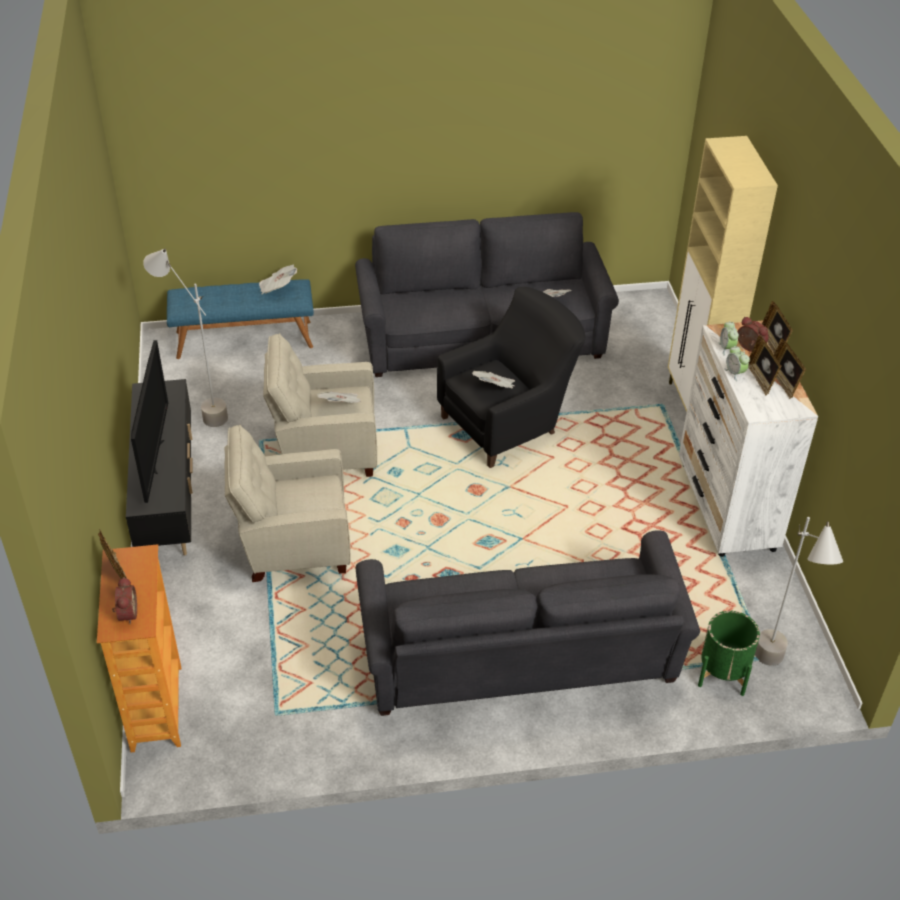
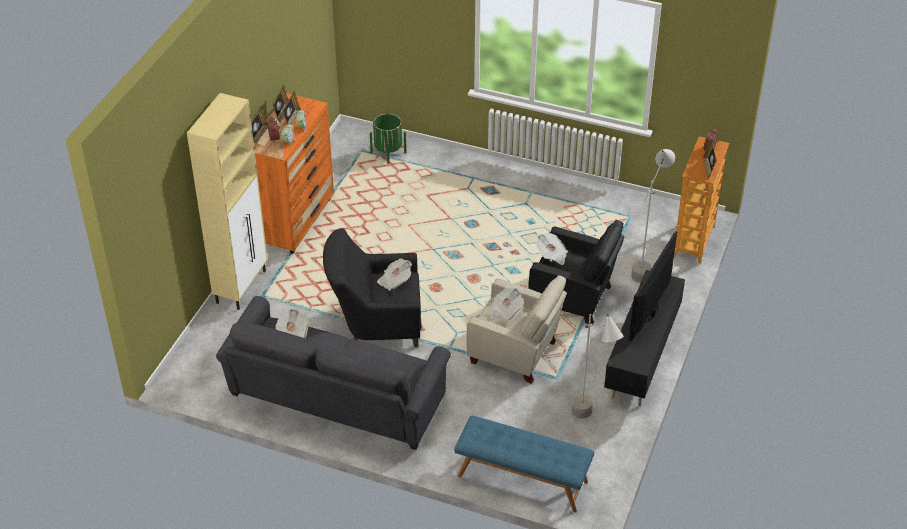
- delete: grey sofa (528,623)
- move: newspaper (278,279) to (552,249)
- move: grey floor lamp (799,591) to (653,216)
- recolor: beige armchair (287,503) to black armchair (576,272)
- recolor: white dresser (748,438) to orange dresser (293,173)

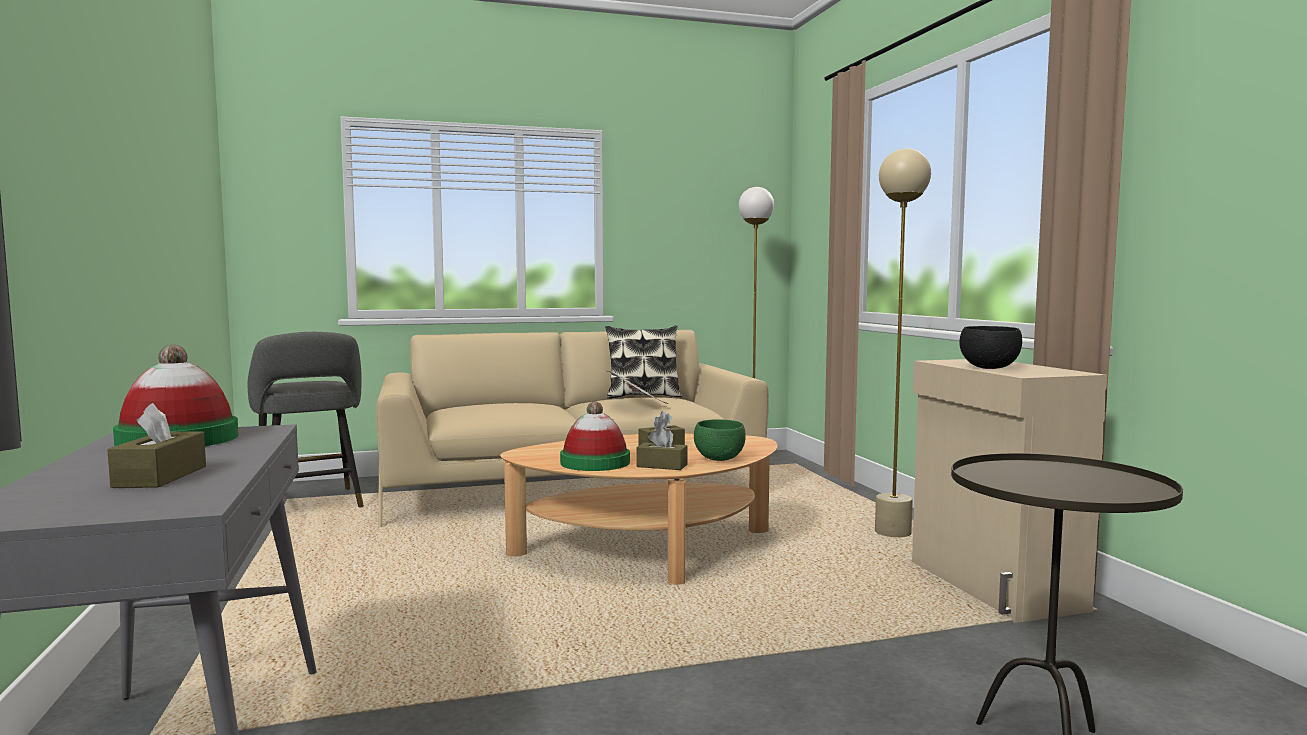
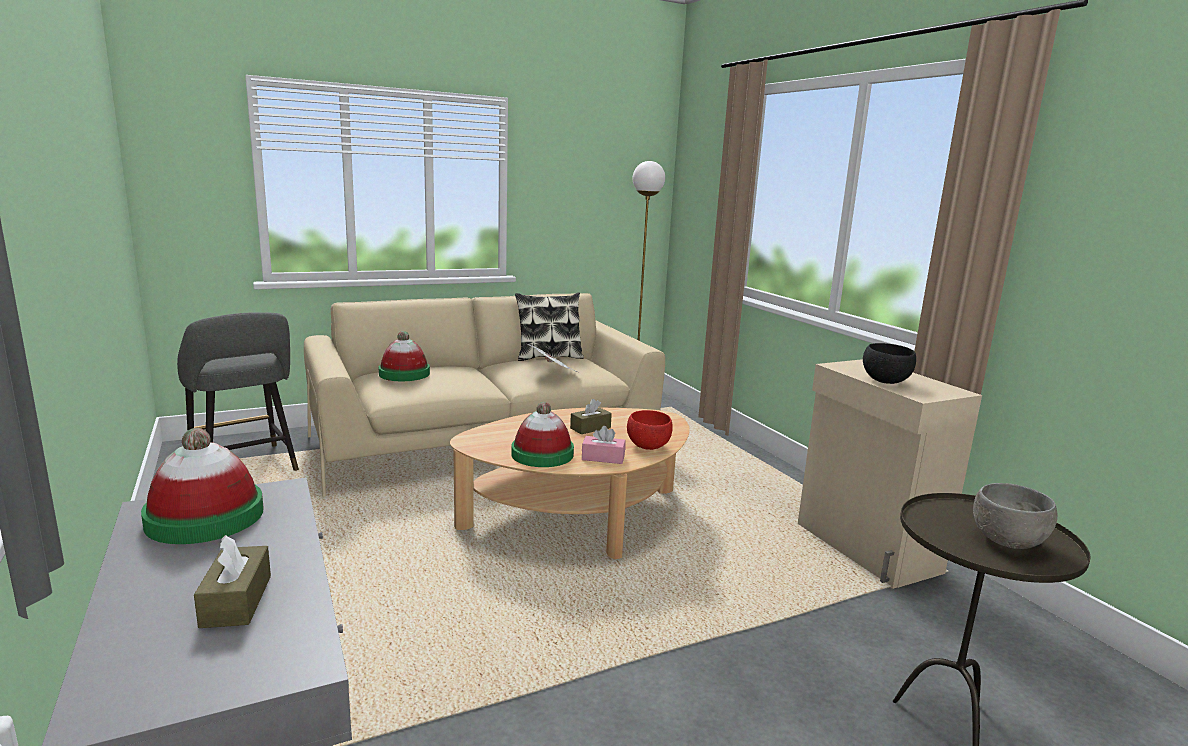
- delete: beige floor lamp (903,342)
- insert: hat (404,356)
- insert: grey bowl (1015,516)
- recolor: brown tissue box (662,448) to pink tissue box (604,445)
- recolor: green bowl (720,440) to red bowl (650,430)

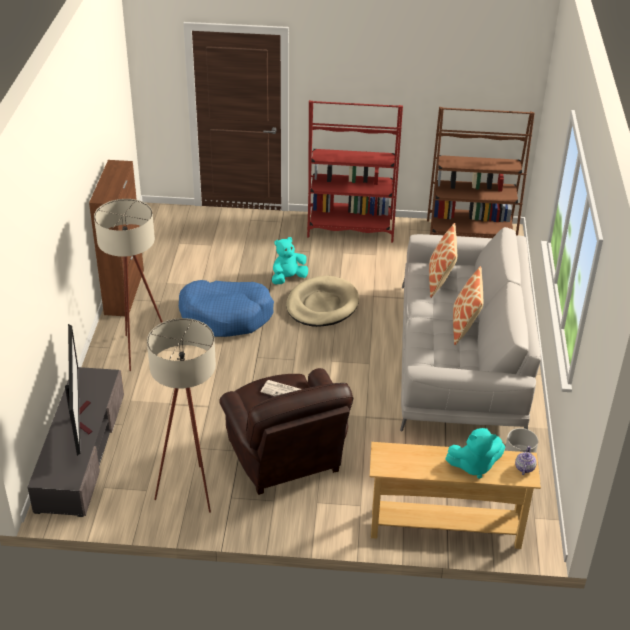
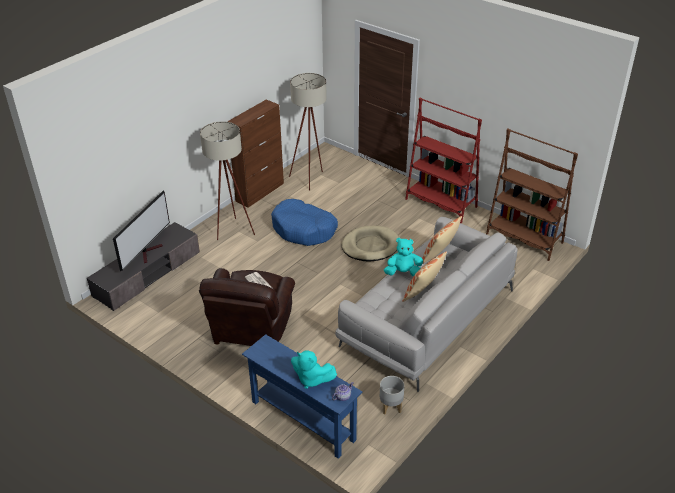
- move: beige floor lamp (181,415) to (308,132)
- move: turquoise plush toy (290,261) to (403,257)
- recolor: beige console table (455,495) to blue console table (302,396)

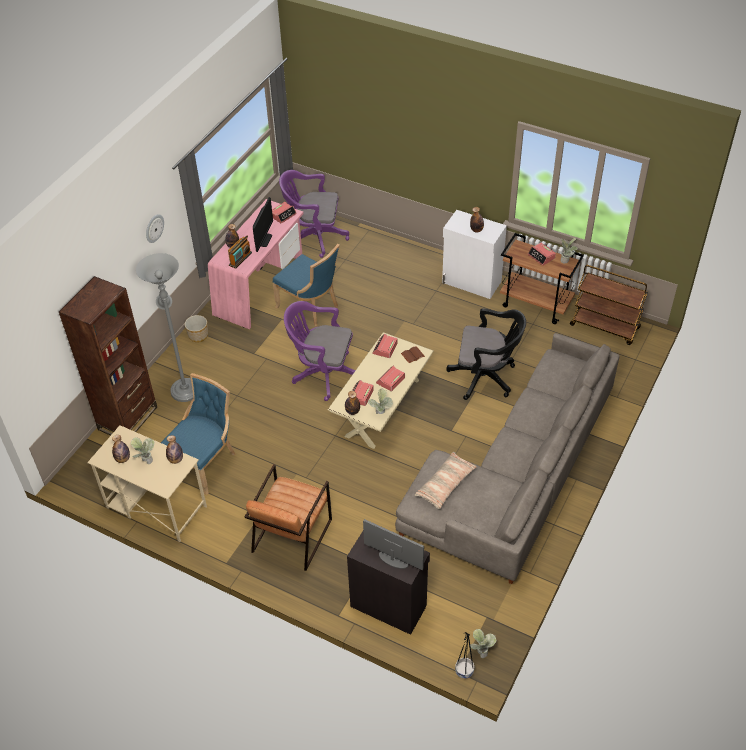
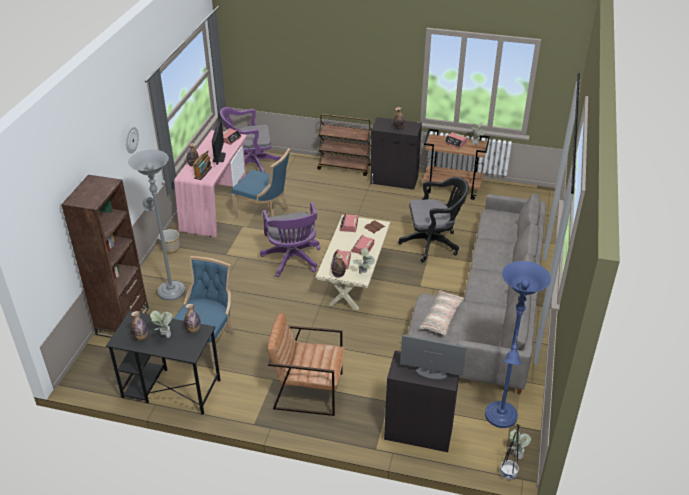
- insert: blue floor lamp (518,344)
- move: brown cart (609,305) to (344,145)
- recolor: beige desk (147,483) to black desk (163,363)
- recolor: white cabinet (474,254) to black cabinet (396,153)
- rotate: brown armchair (288,517) = (305,364) 90 degrees clockwise
- rotate: purple office chair (320,351) = (290,239) 105 degrees counterclockwise

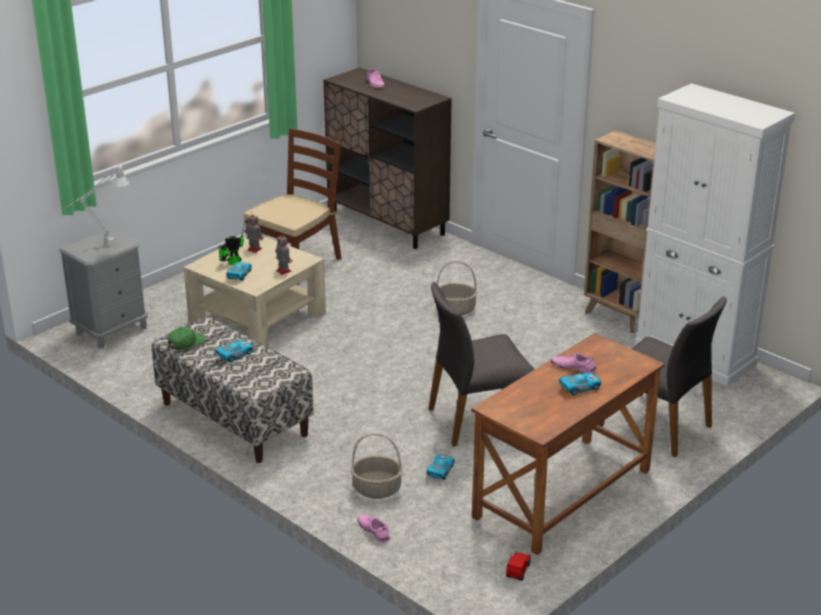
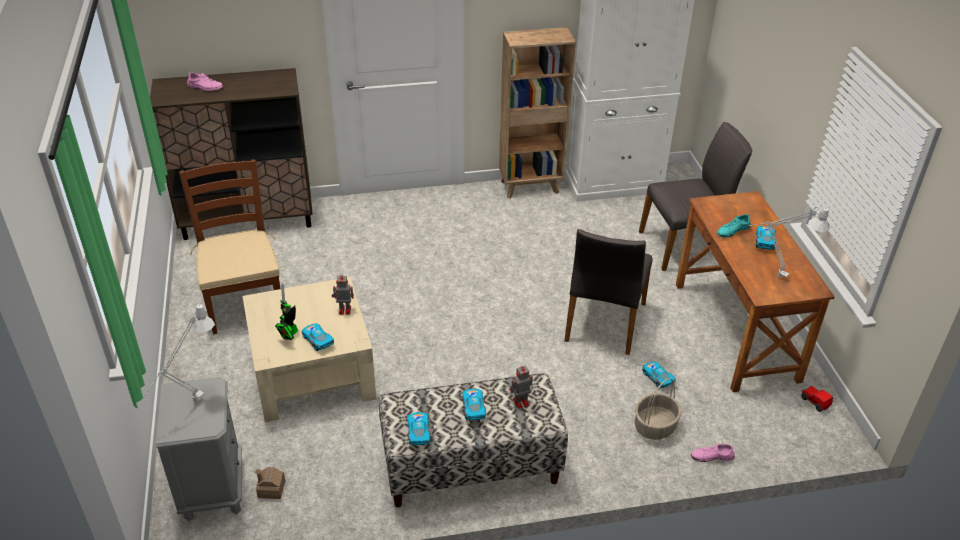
- delete: basket (457,288)
- insert: toy house (270,483)
- insert: grey table lamp (789,242)
- move: toy robot (254,233) to (521,387)
- replace: green cap (186,338) to toy car (419,428)
- recolor: pink shoe (573,363) to turquoise shoe (734,226)

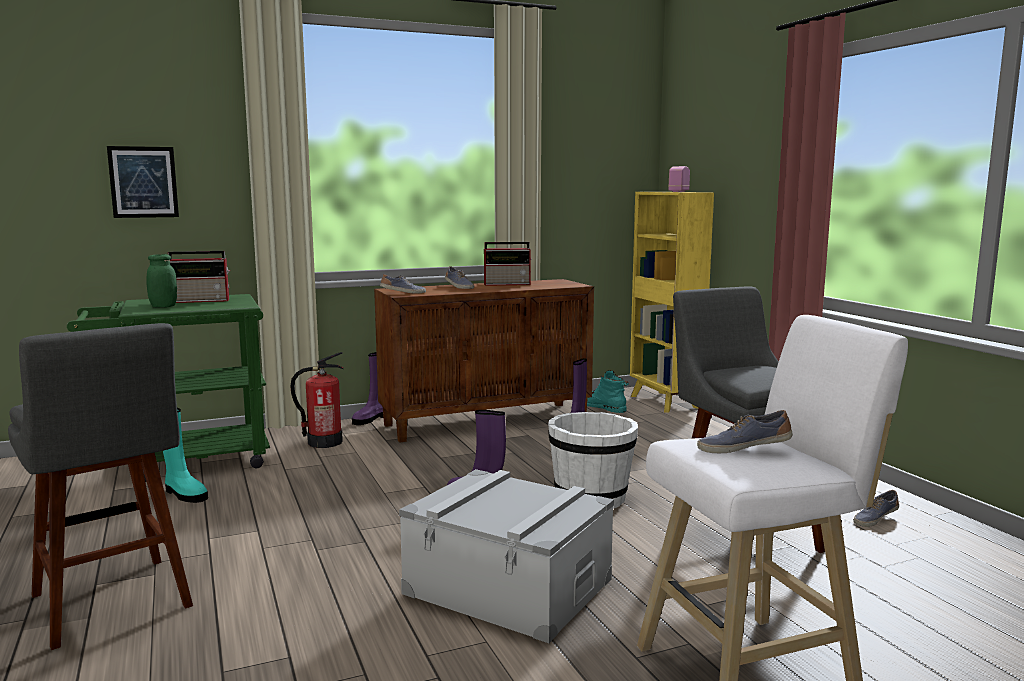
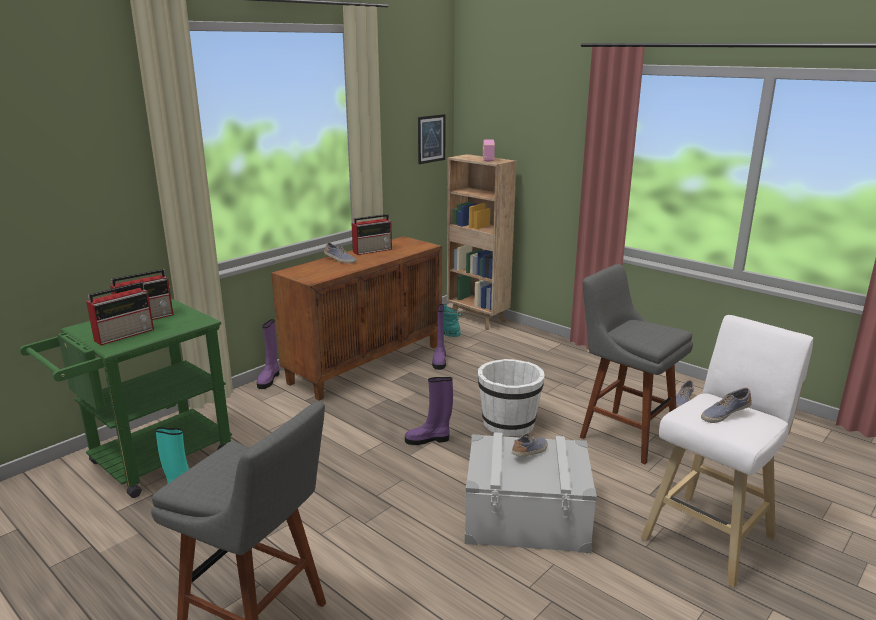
- delete: fire extinguisher (317,400)
- move: picture (143,182) to (432,139)
- move: shoe (403,284) to (530,445)
- replace: green jar (161,280) to radio (120,313)
- recolor: yellow bookcase (672,302) to brown bookcase (481,242)

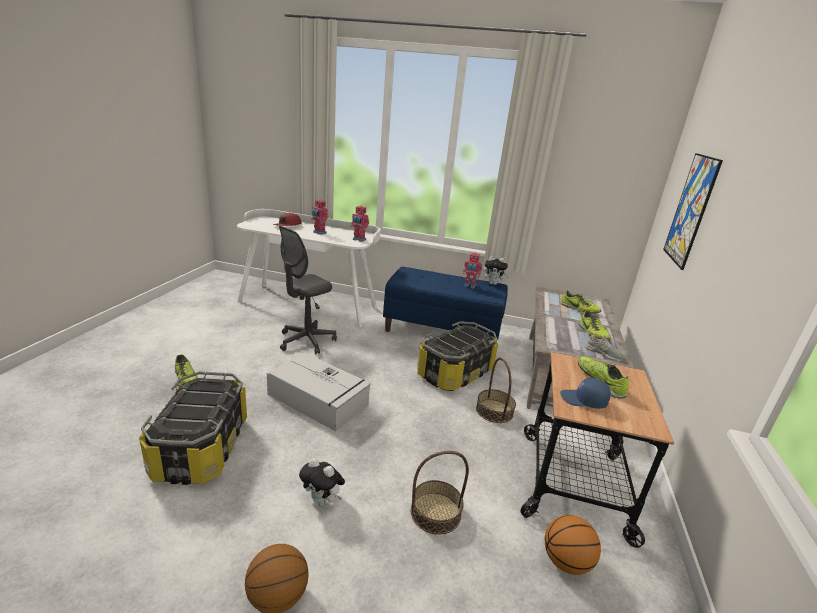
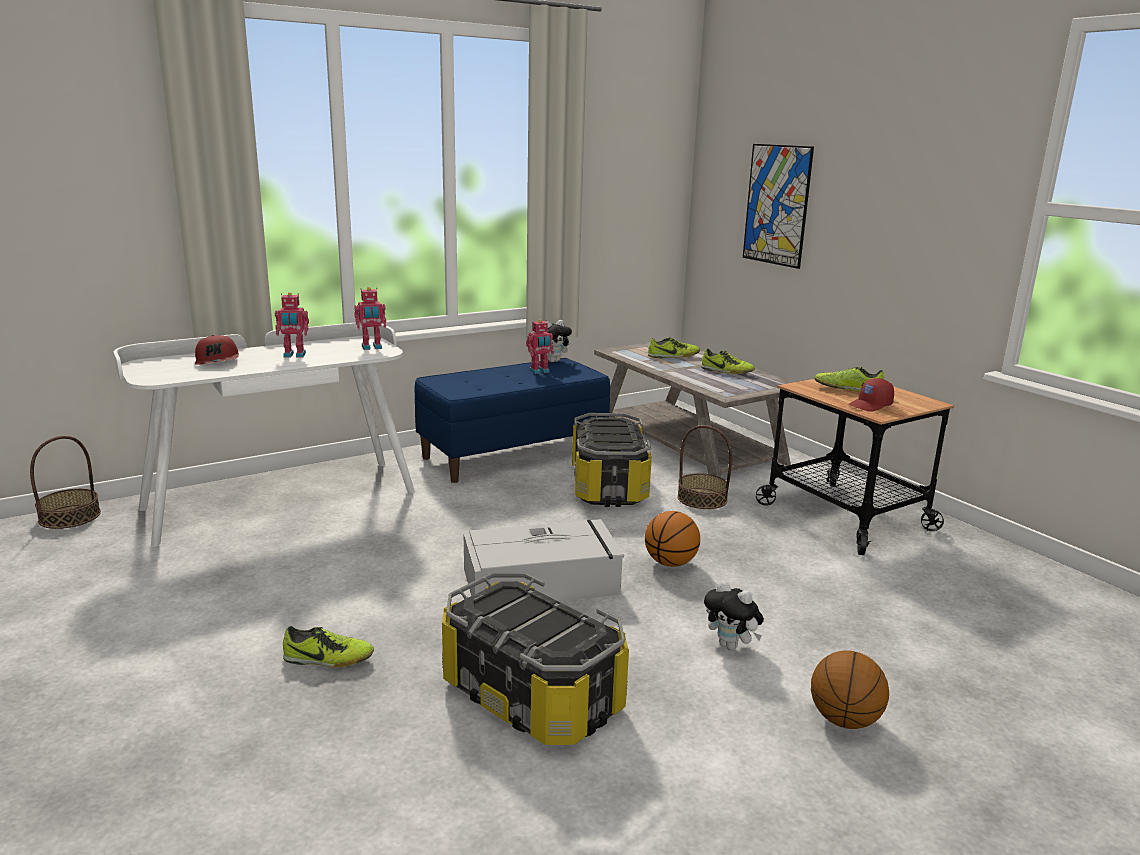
- delete: grey office chair (308,290)
- delete: grey shoe (604,347)
- move: basket (440,493) to (65,482)
- move: basketball (573,545) to (672,539)
- recolor: blue cap (585,393) to red cap (871,395)
- rotate: plush toy (322,482) = (734,615) 60 degrees clockwise

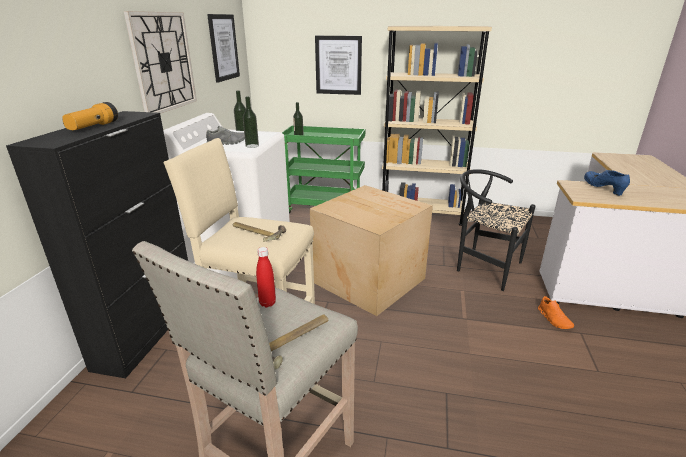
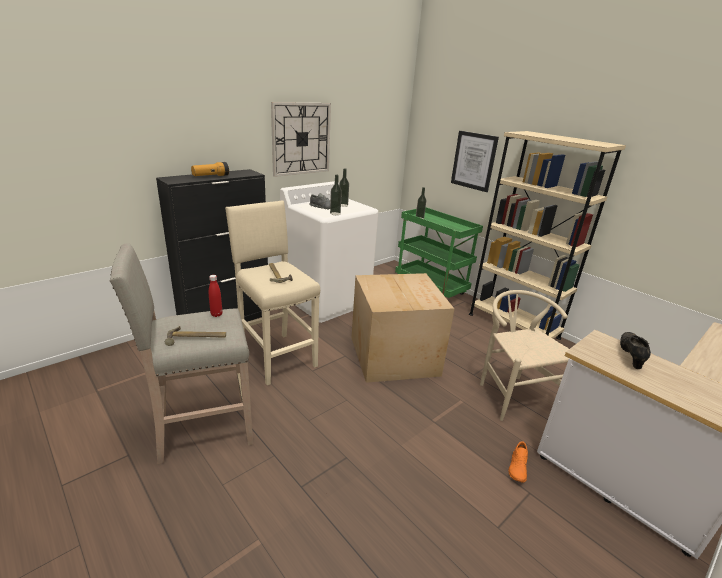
- delete: picture (223,48)
- recolor: black chair (496,230) to beige chair (524,355)
- recolor: blue shoe (607,183) to black shoe (635,350)

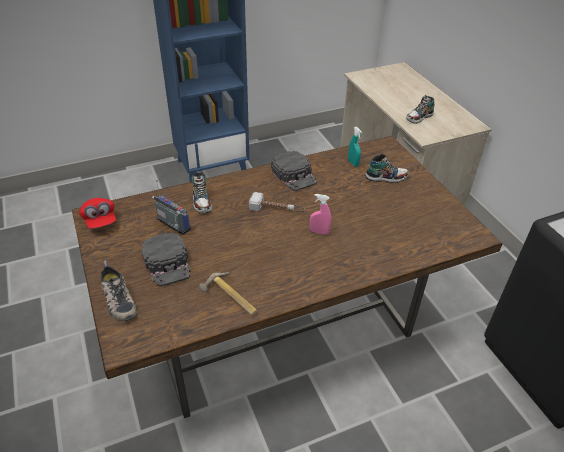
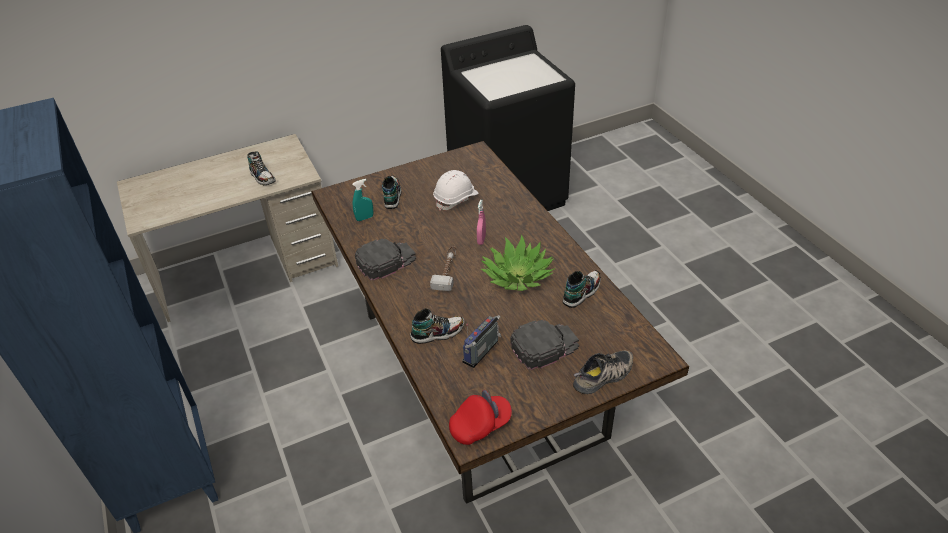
- insert: white hard hat (455,190)
- insert: potted plant (518,262)
- replace: hammer (228,293) to shoe (582,289)

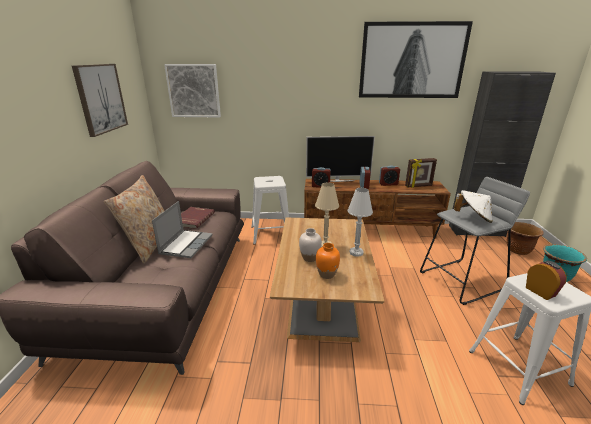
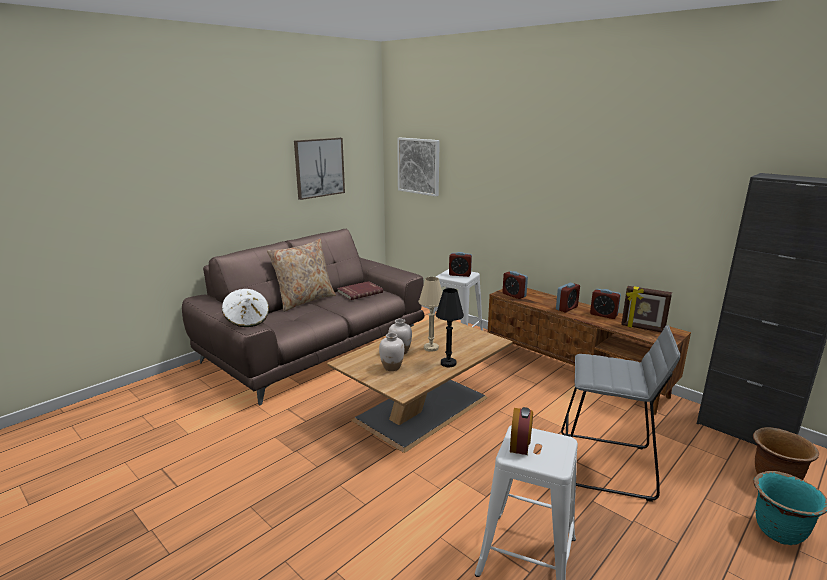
- delete: laptop (182,229)
- delete: television (340,159)
- delete: picture (416,59)
- insert: alarm clock (460,264)
- move: white hat (473,206) to (245,308)
- recolor: orange vase (328,261) to white vase (391,352)
- recolor: white table lamp (360,222) to black table lamp (450,327)

